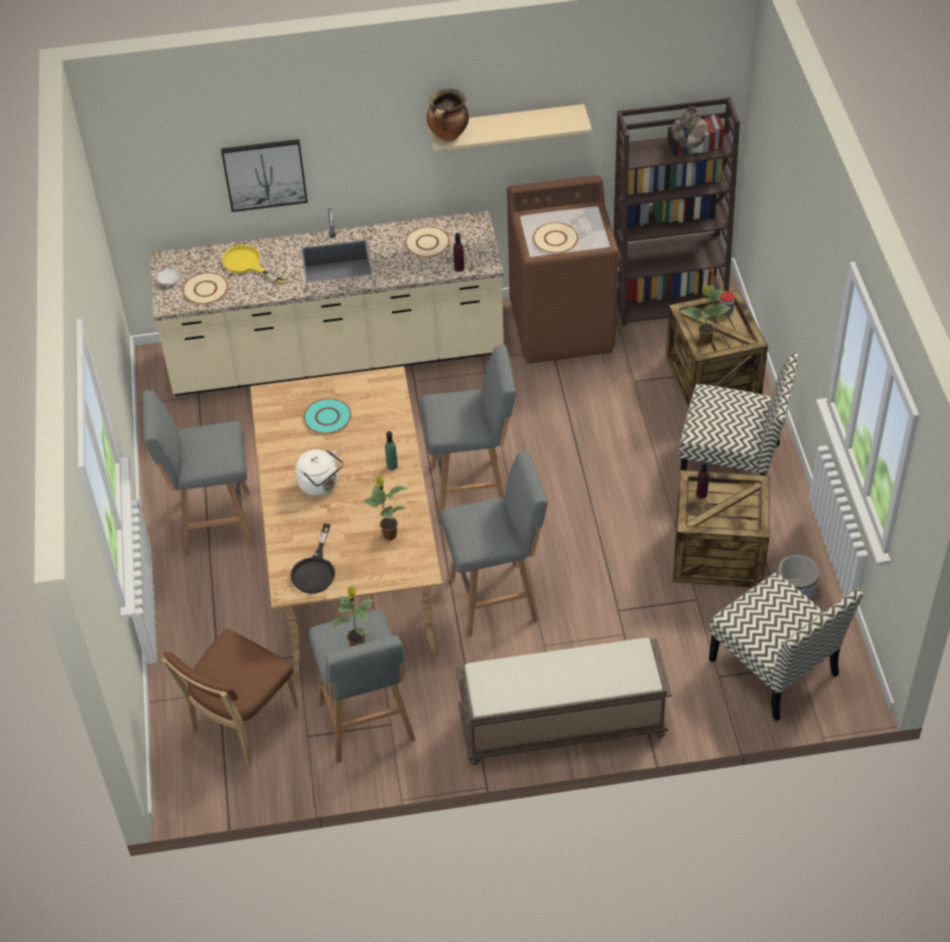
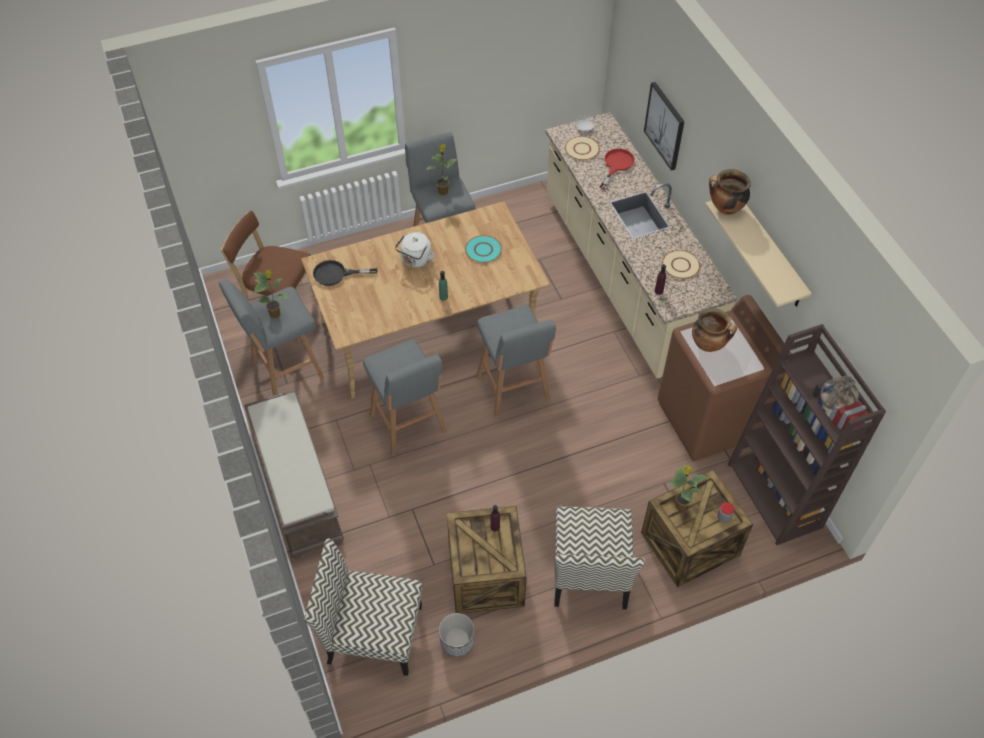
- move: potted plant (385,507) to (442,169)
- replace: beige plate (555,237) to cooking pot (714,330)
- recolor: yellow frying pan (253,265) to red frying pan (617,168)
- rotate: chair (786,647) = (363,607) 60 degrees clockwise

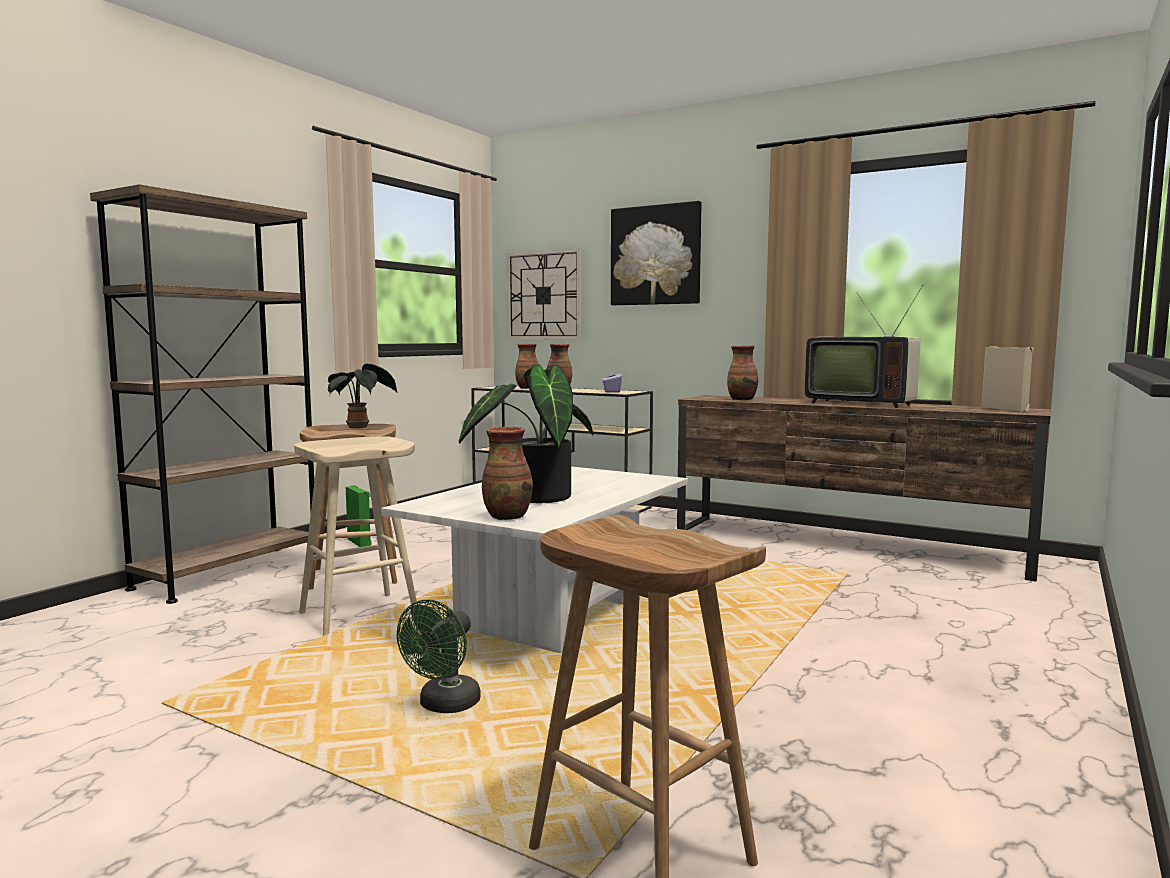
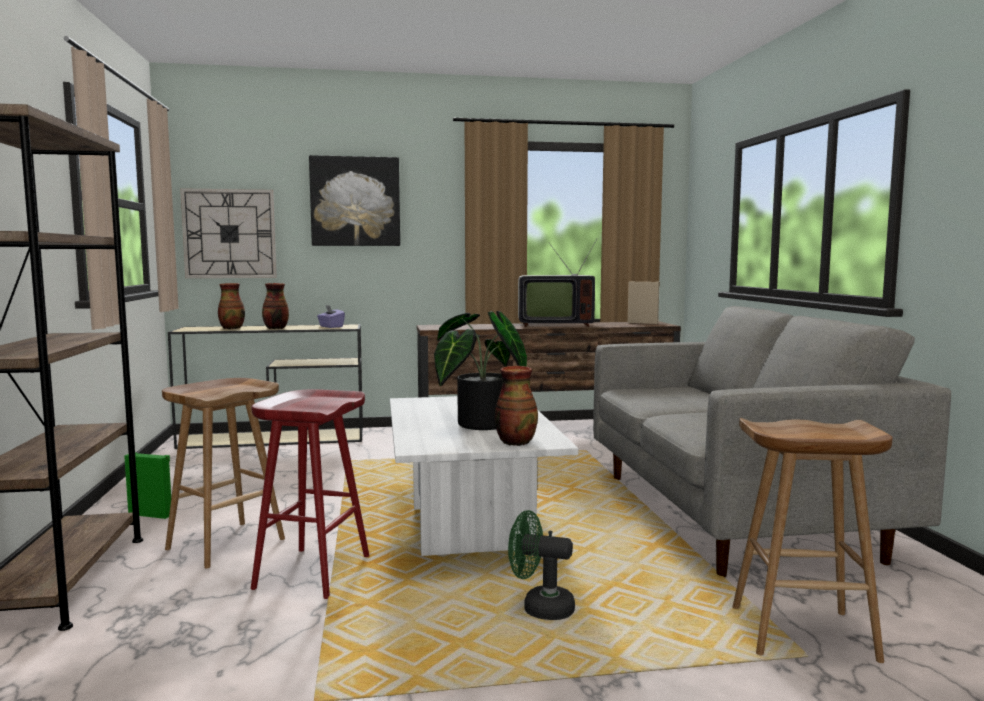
- delete: potted plant (363,396)
- delete: vase (742,372)
- insert: grey sofa (772,441)
- recolor: beige stool (355,536) to red stool (310,494)
- rotate: green fan (438,656) = (541,565) 120 degrees clockwise

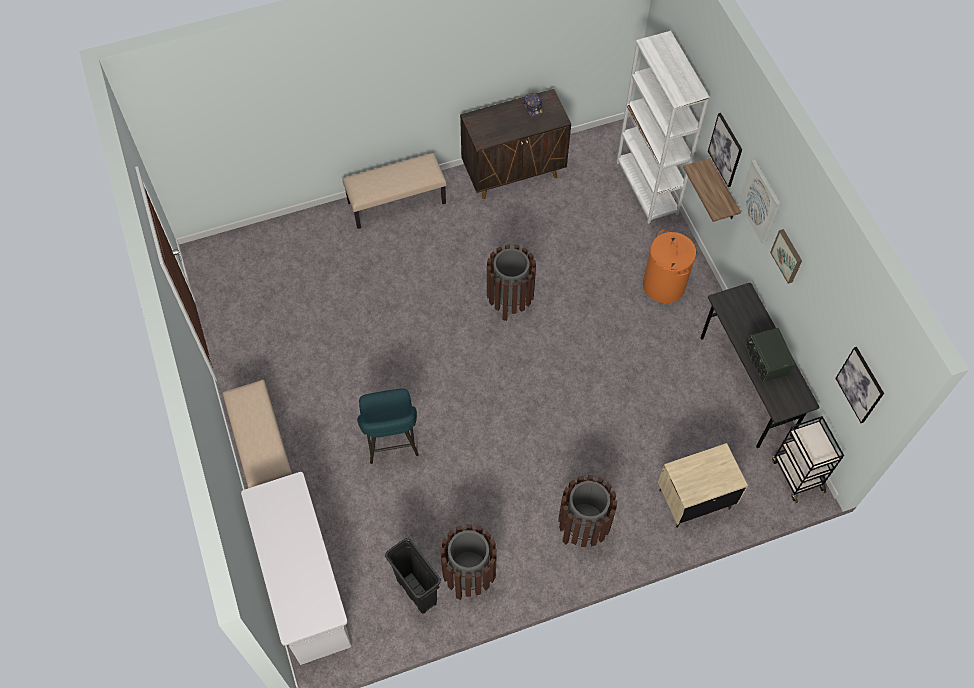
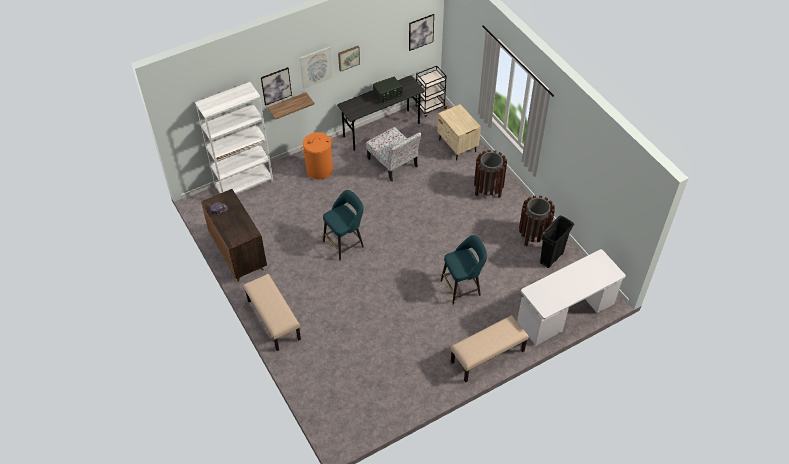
- insert: chair (394,154)
- replace: brown trash can (511,282) to turquoise stool (343,225)

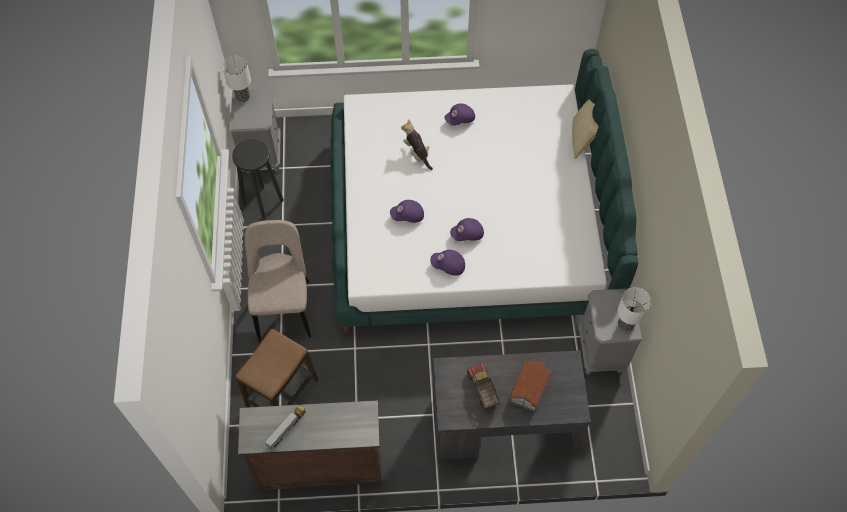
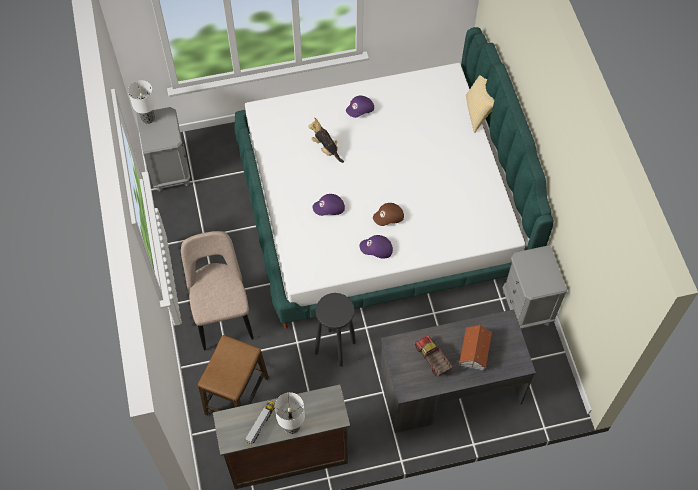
- move: black stool (258,179) to (335,330)
- move: table lamp (634,309) to (290,413)
- recolor: purple cap (467,229) to brown cap (388,214)

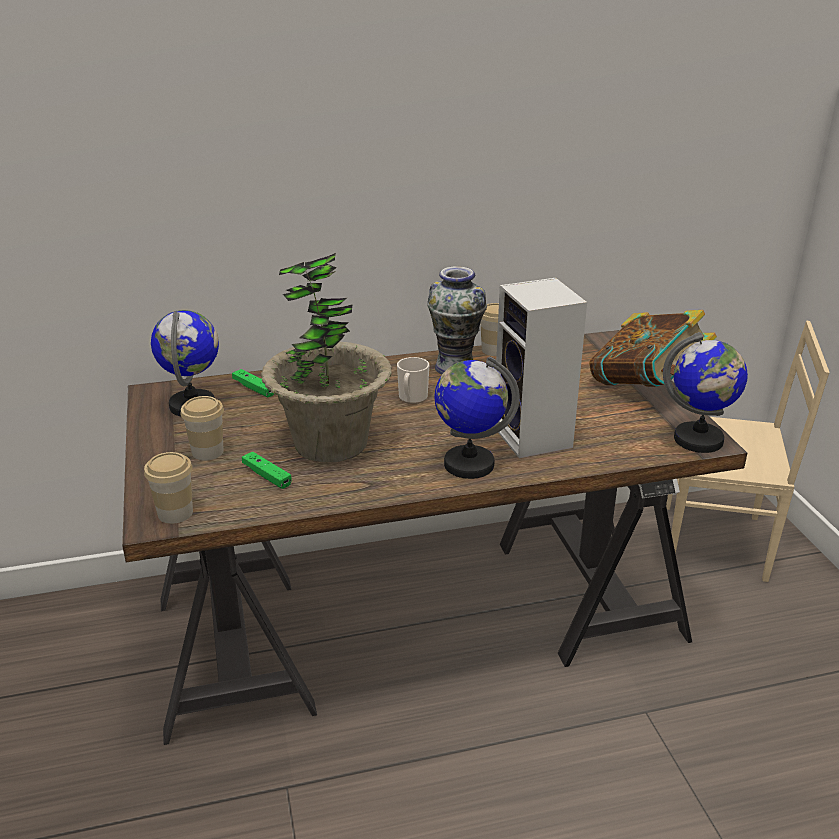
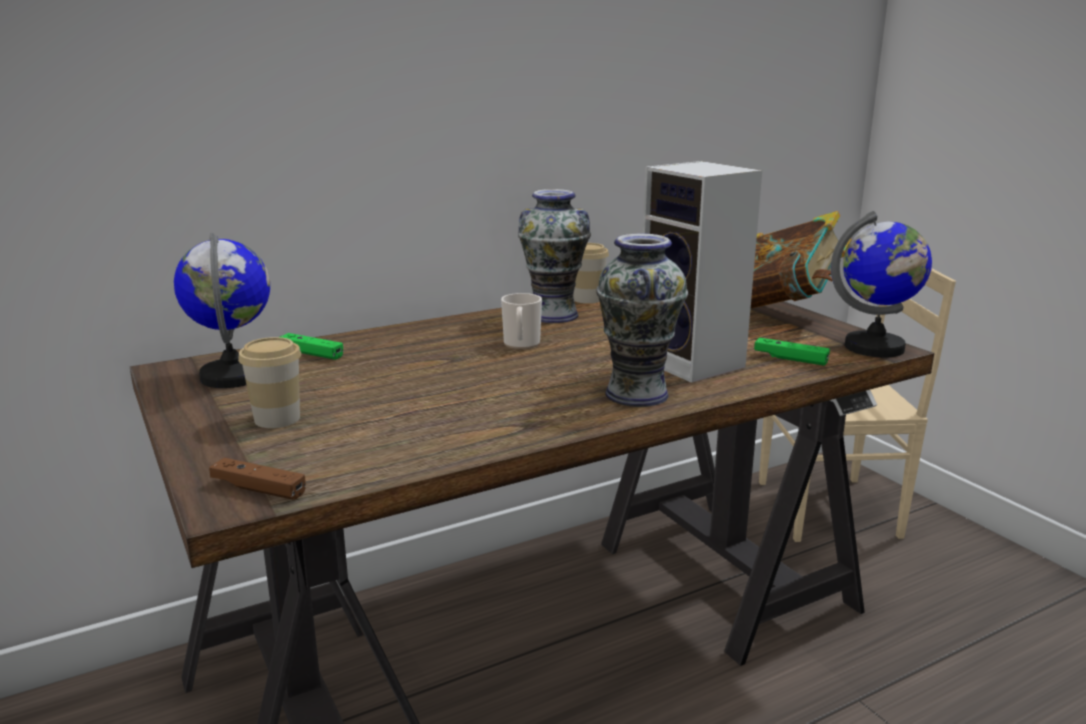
- delete: potted plant (326,357)
- move: green game controller (267,470) to (792,352)
- replace: cup (168,488) to brown game controller (257,479)
- replace: globe (477,418) to vase (642,320)

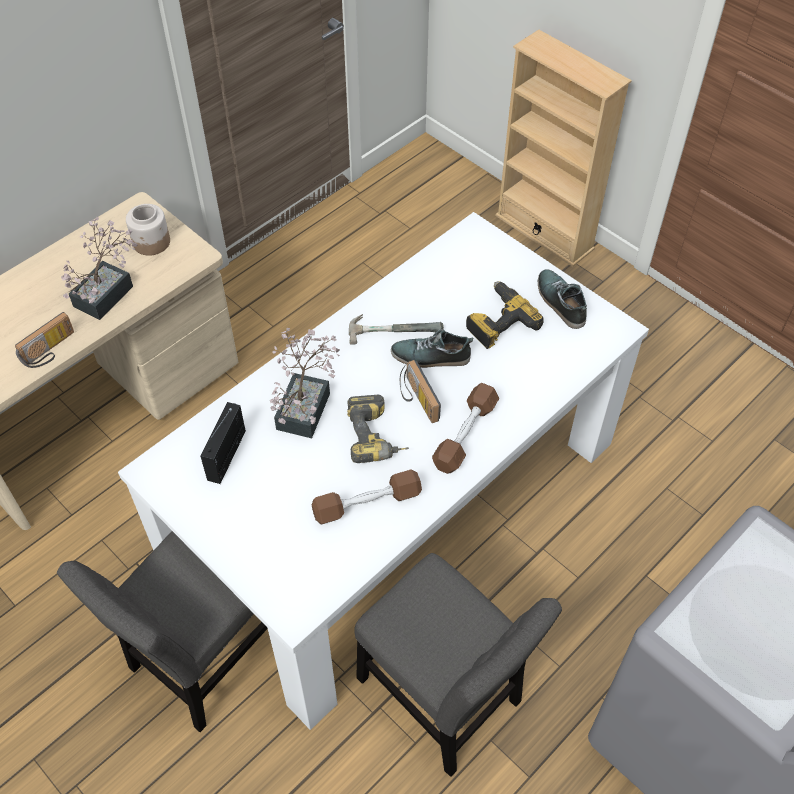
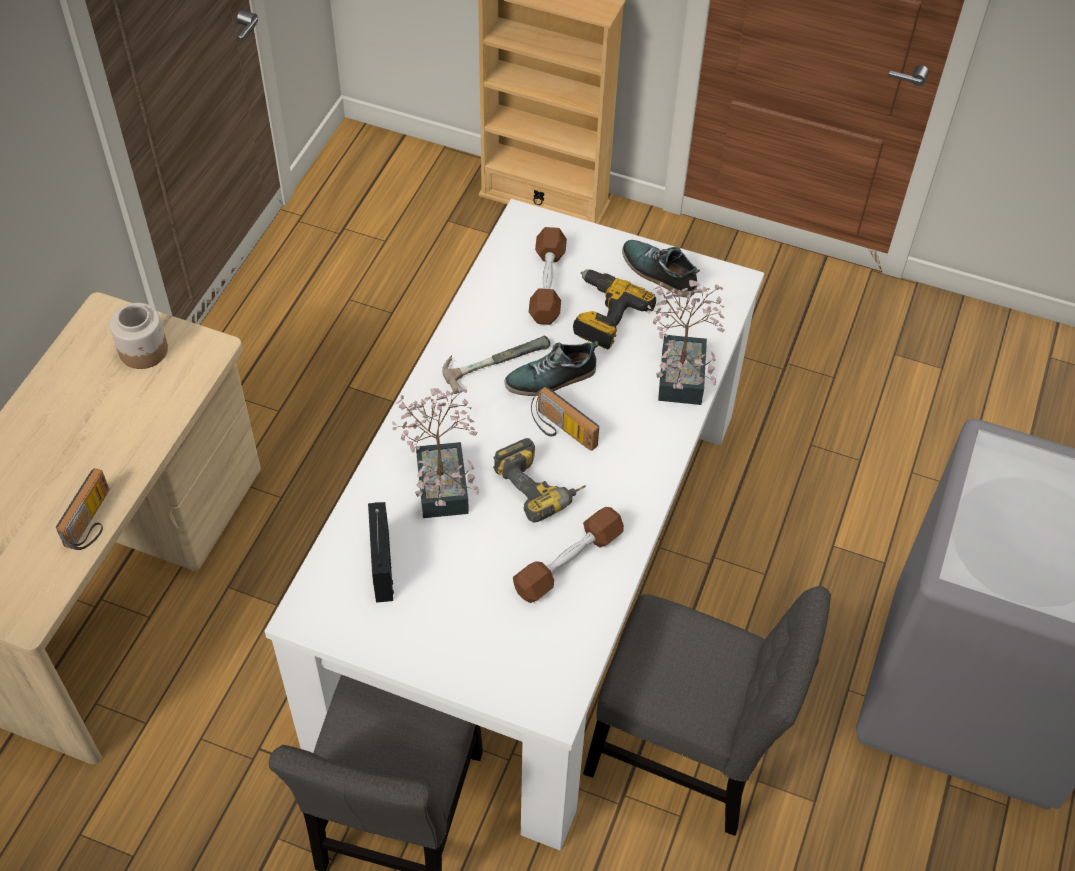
- move: potted plant (99,268) to (686,342)
- move: brown dumbbell (465,428) to (548,276)

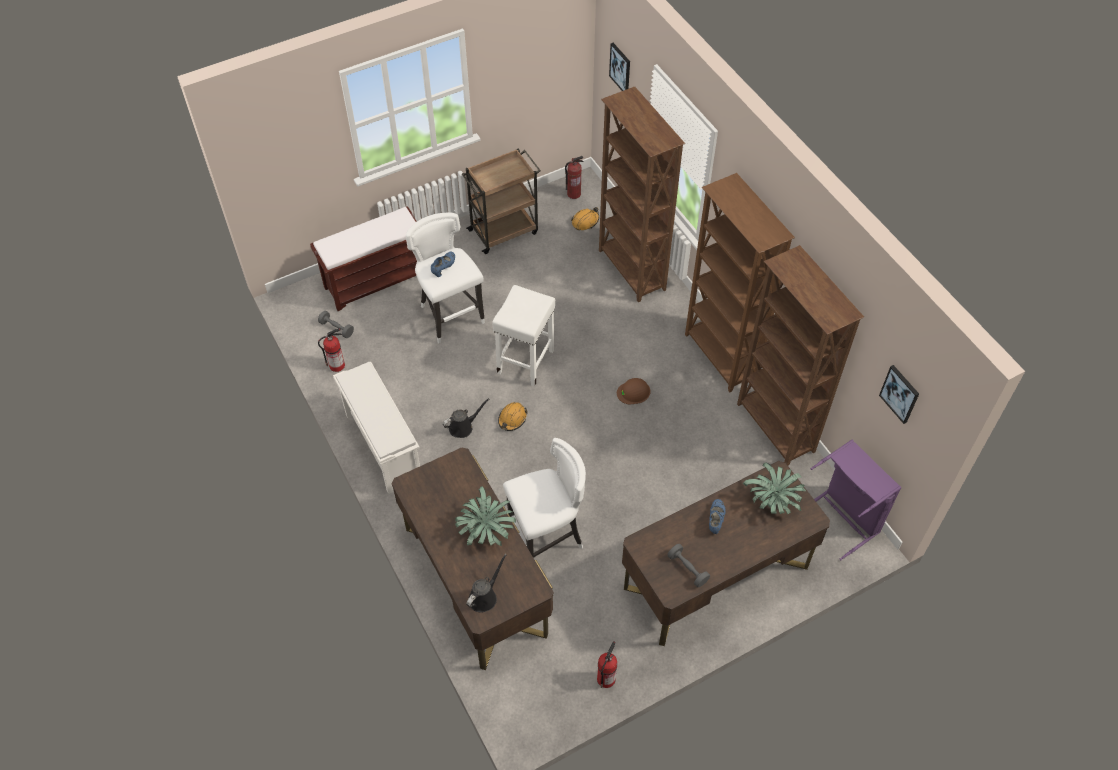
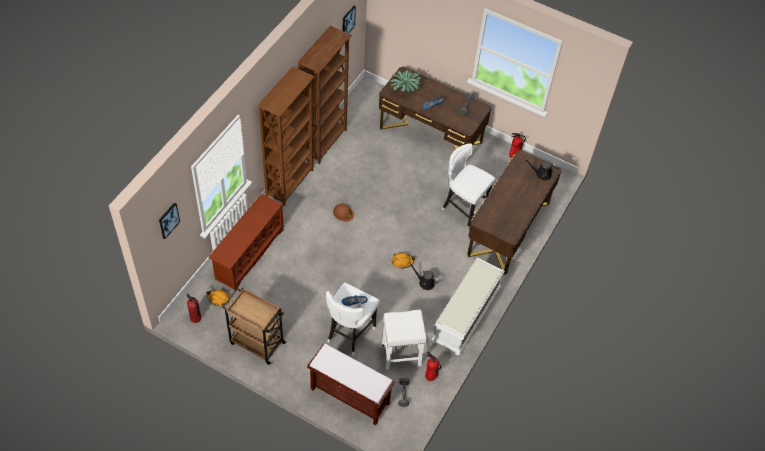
- delete: potted plant (485,516)
- delete: purple laundry basket (856,500)
- move: white stool (523,335) to (404,340)
- replace: white shoe rack (376,427) to white bench (468,306)
- replace: brown bookcase (642,194) to brown shoe rack (246,242)

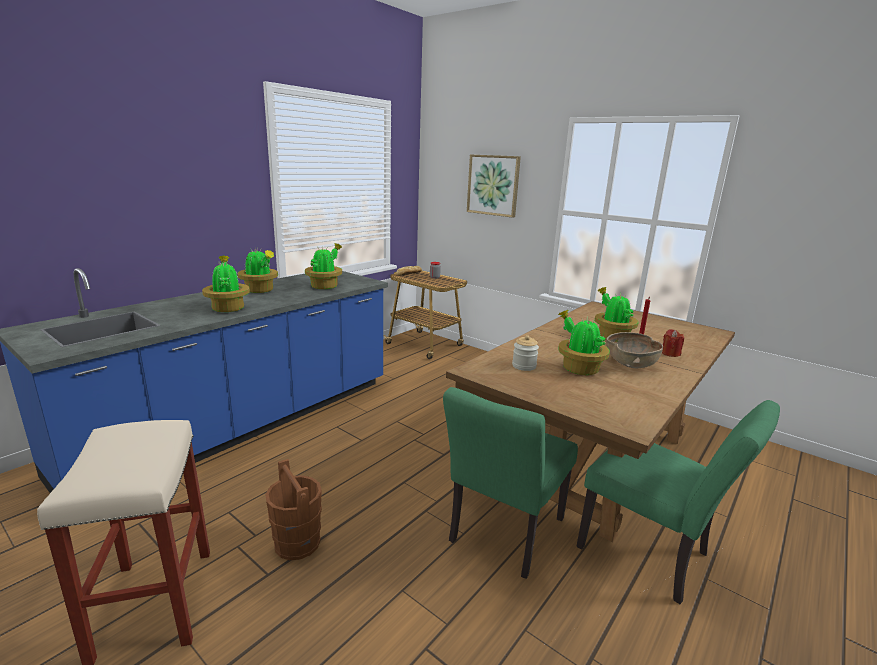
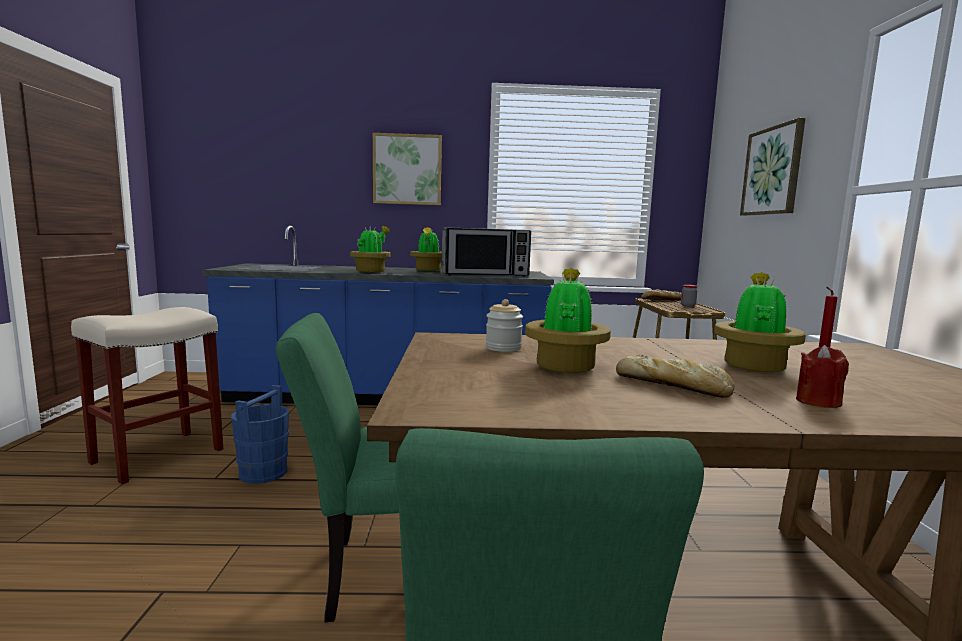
- insert: picture (407,169)
- replace: potted plant (323,266) to microwave (486,252)
- replace: brown bowl (634,350) to bread (675,376)
- recolor: brown bucket (293,509) to blue bucket (260,434)

